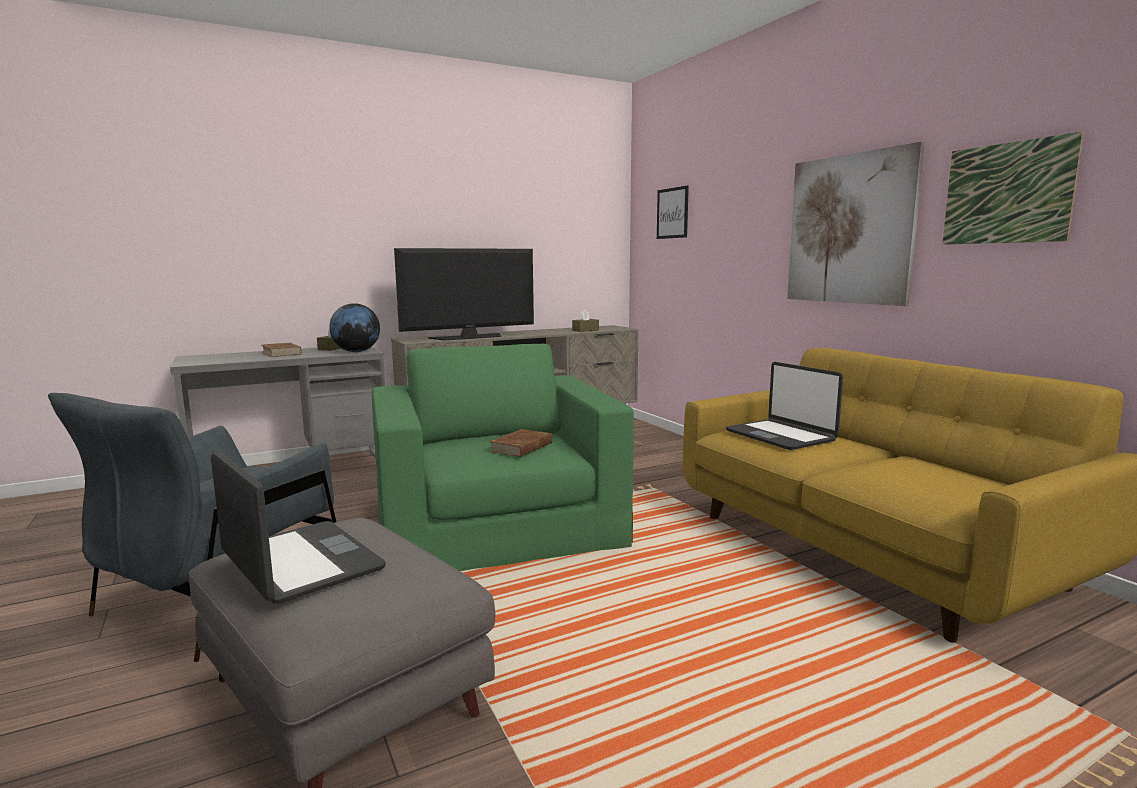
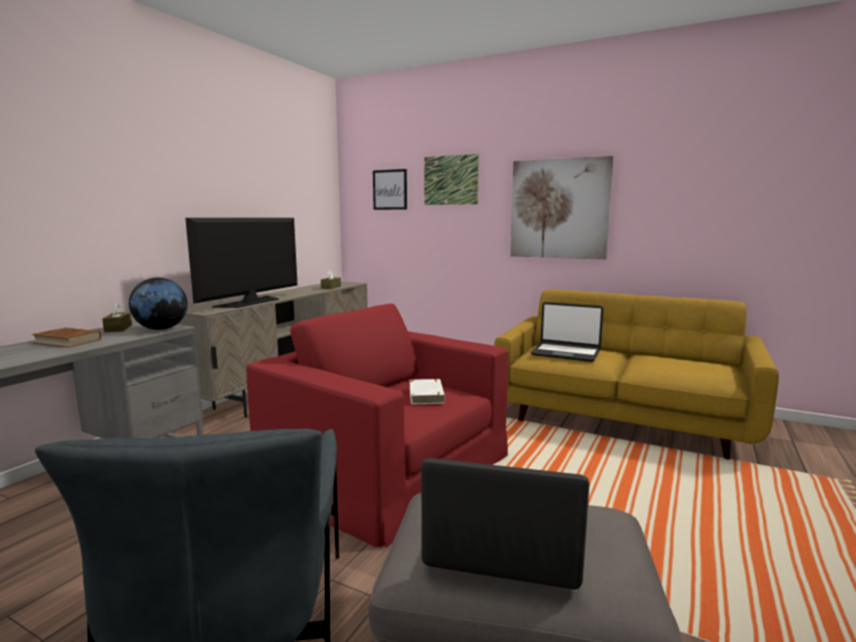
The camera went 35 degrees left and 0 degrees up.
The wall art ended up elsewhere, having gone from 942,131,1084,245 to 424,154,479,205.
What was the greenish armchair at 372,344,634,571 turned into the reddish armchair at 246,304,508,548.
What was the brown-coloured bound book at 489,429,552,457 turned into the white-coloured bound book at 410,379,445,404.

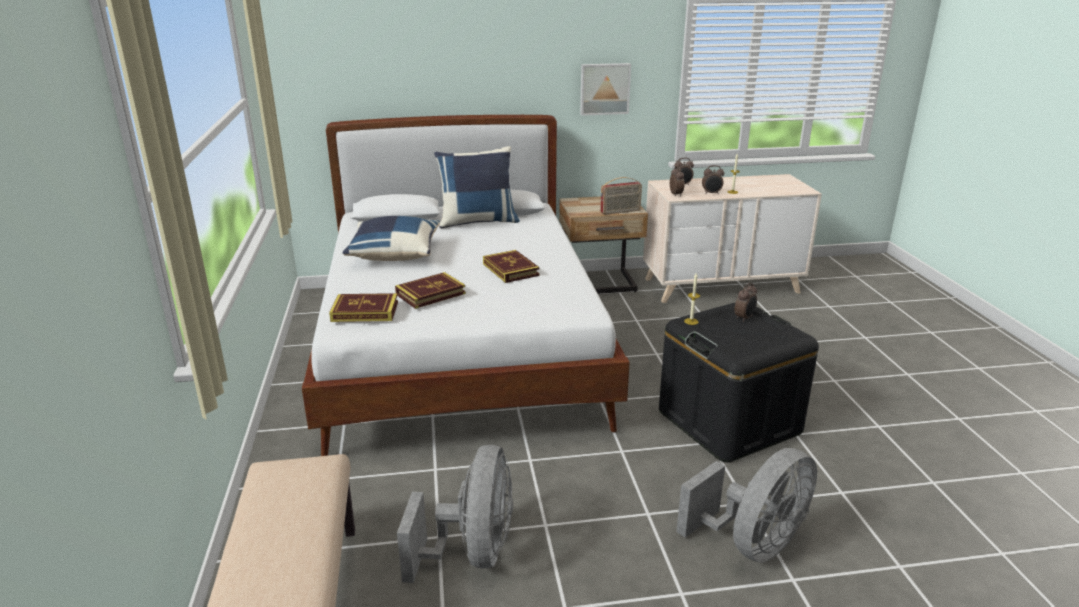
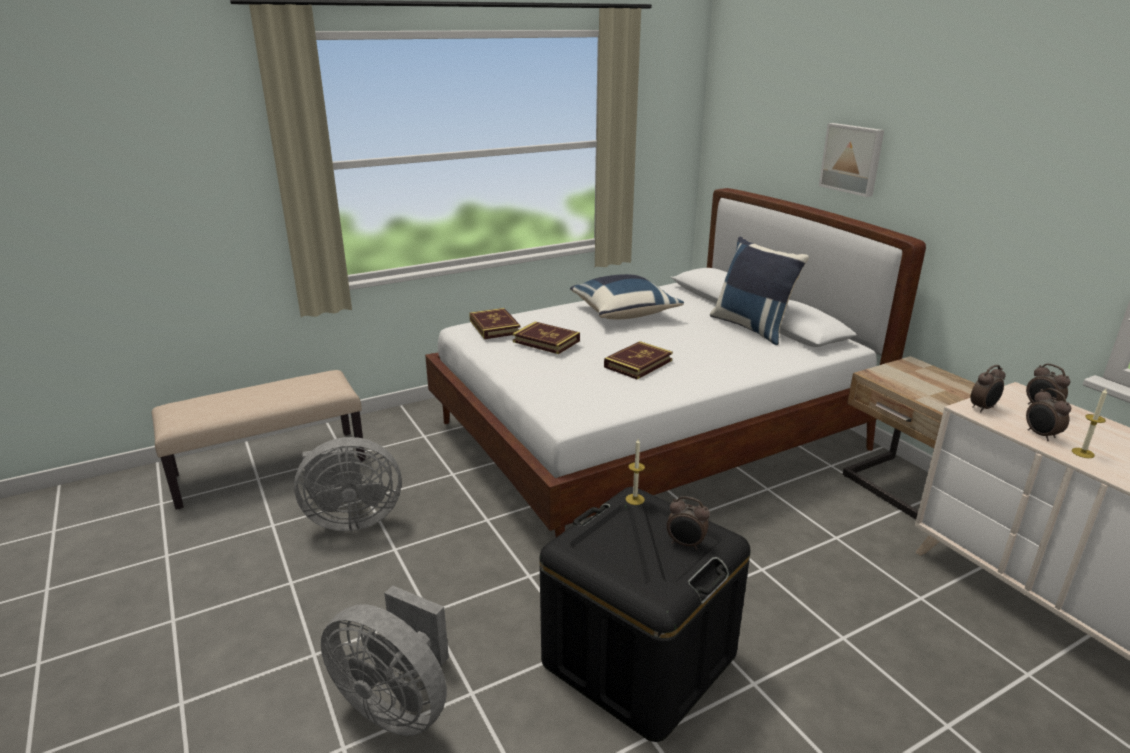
The camera went 70 degrees right and 0 degrees up.
The wall art ended up elsewhere, having gone from 580,63,631,116 to 819,123,884,197.
The second view lost the radio set at 600,177,642,215.

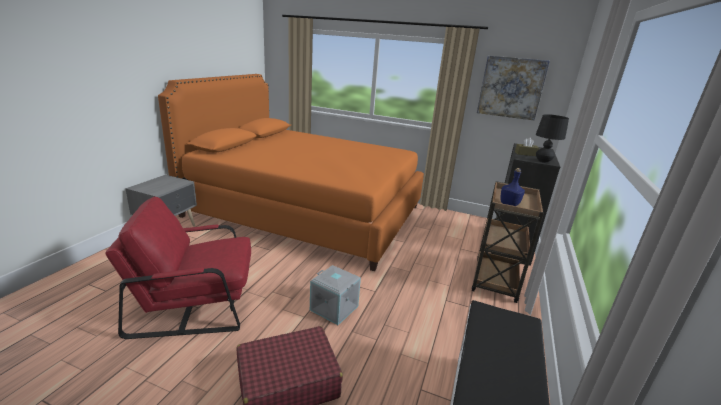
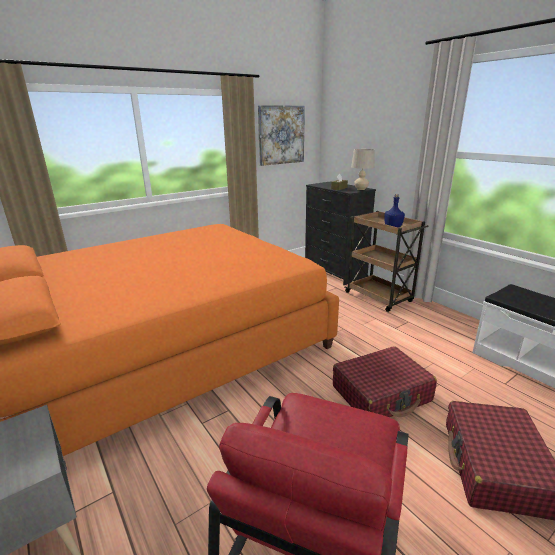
The camera went 55 degrees left and 0 degrees up.
What was the blackish table lamp at 536,114,569,163 turned into the beige-coloured table lamp at 351,149,375,190.
Where the greyish storage box stood at 310,265,361,325, the reddish piece of luggage came to stand at 333,346,437,417.

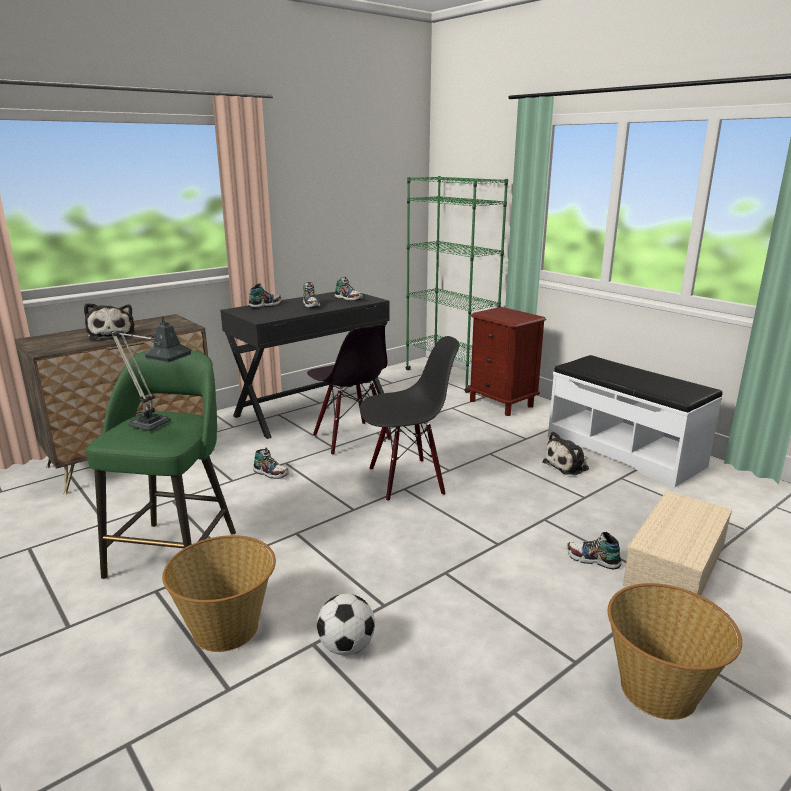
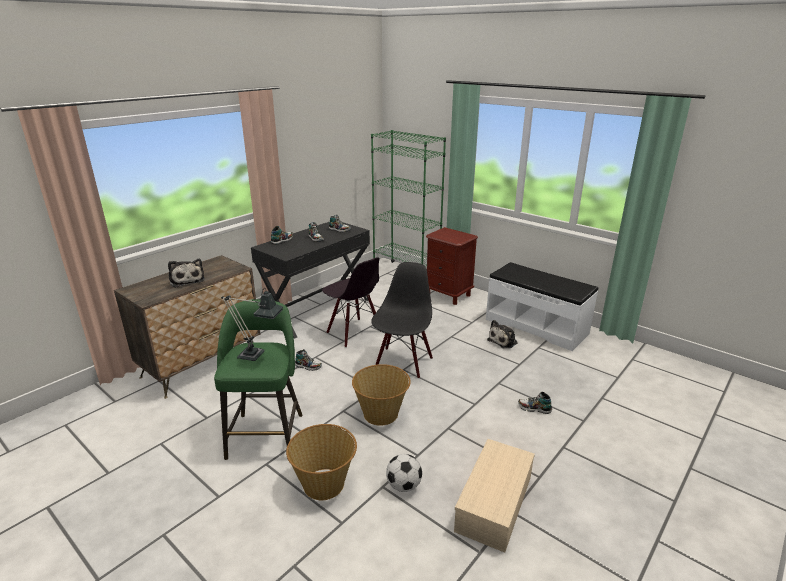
The camera went 10 degrees left and 5 degrees up.
The blackish plain chair at 360,336,459,502 ended up facing another way, 45 degrees counterclockwise from before.
The beige-coloured storage box ended up elsewhere, having gone from 623,491,732,595 to 454,439,535,553.
The basket ended up elsewhere, having gone from 608,583,742,720 to 352,364,411,426.

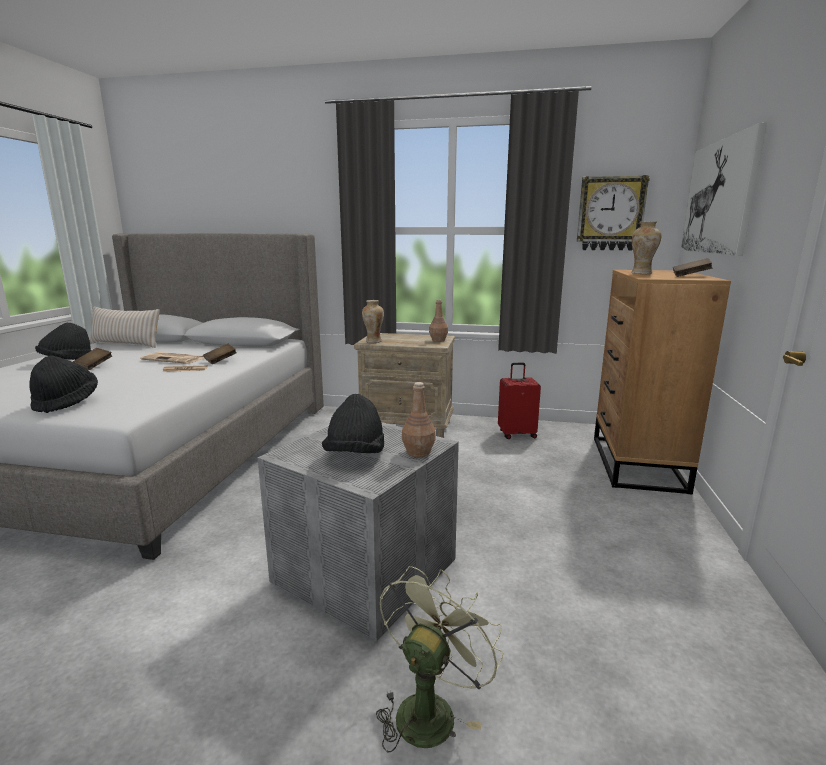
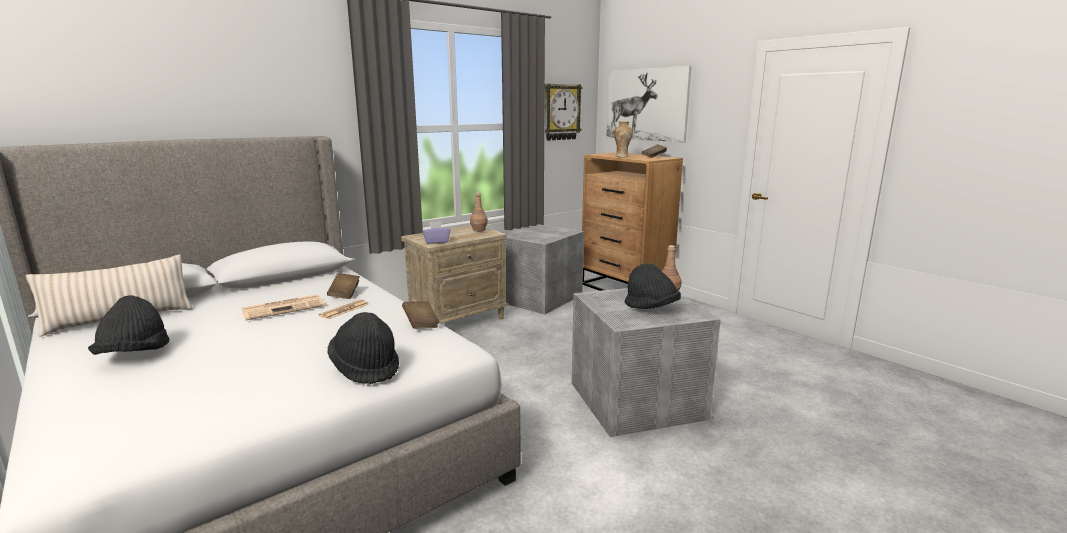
The camera went 50 degrees left and 0 degrees up.
Where the vase stood at 362,300,384,343, the purple-coloured box of tissues came to stand at 423,221,450,244.
The brown-coloured bound book ended up elsewhere, having gone from 73,348,112,370 to 402,301,439,329.
Where the reddish piece of luggage stood at 498,363,541,439, the greyish storage box came to stand at 500,224,584,314.
The second view lost the greenish fan at 376,566,503,753.

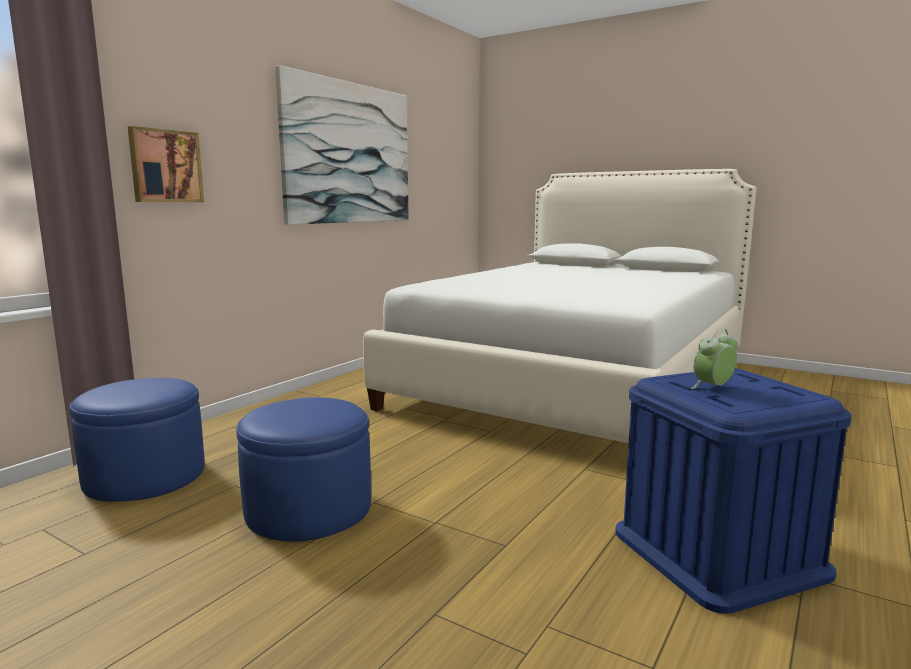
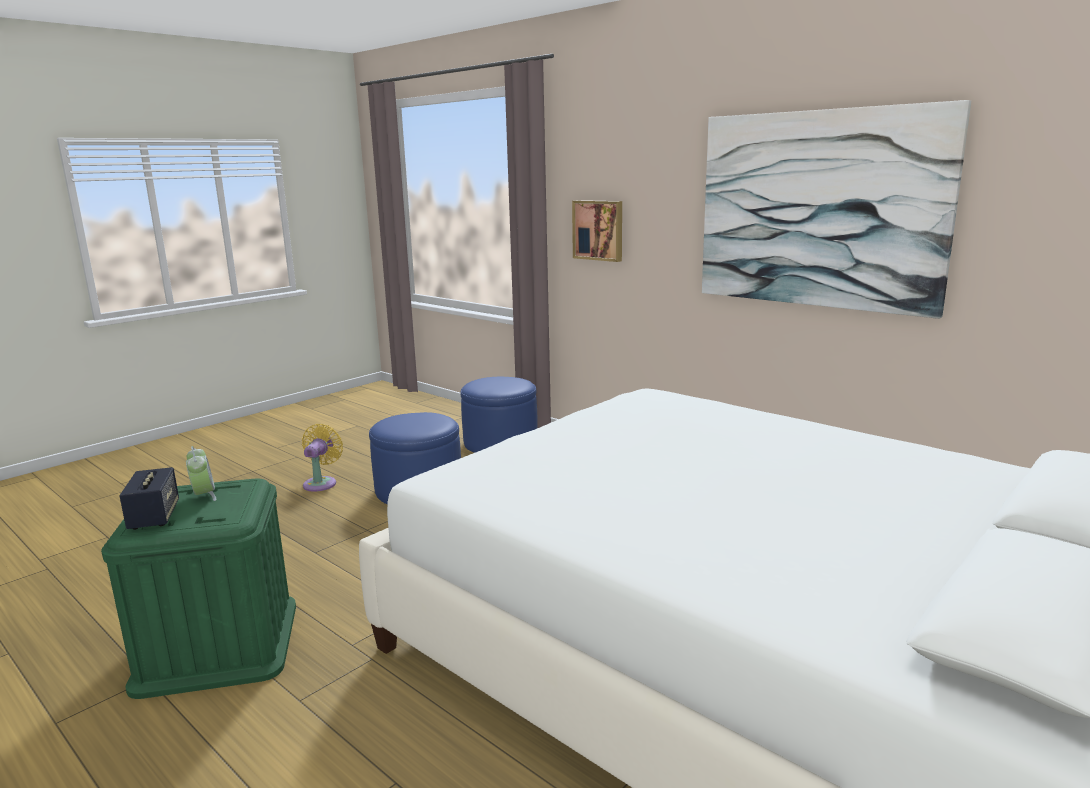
The camera went 100 degrees right and 5 degrees up.
What was the blue-coloured storage box at 615,368,852,614 turned into the greenish storage box at 101,478,296,699.
The second view gained the yellow-coloured fan at 302,424,343,492.
The second view gained the audio speaker at 119,467,179,530.

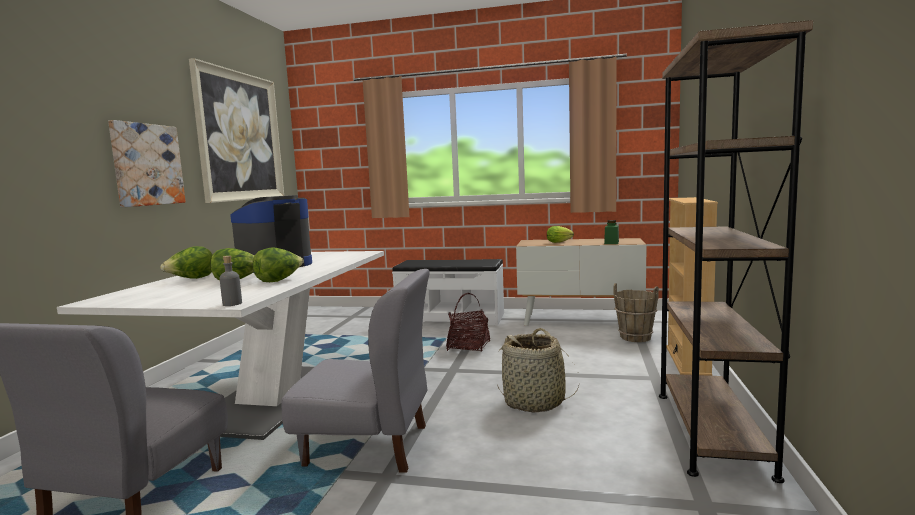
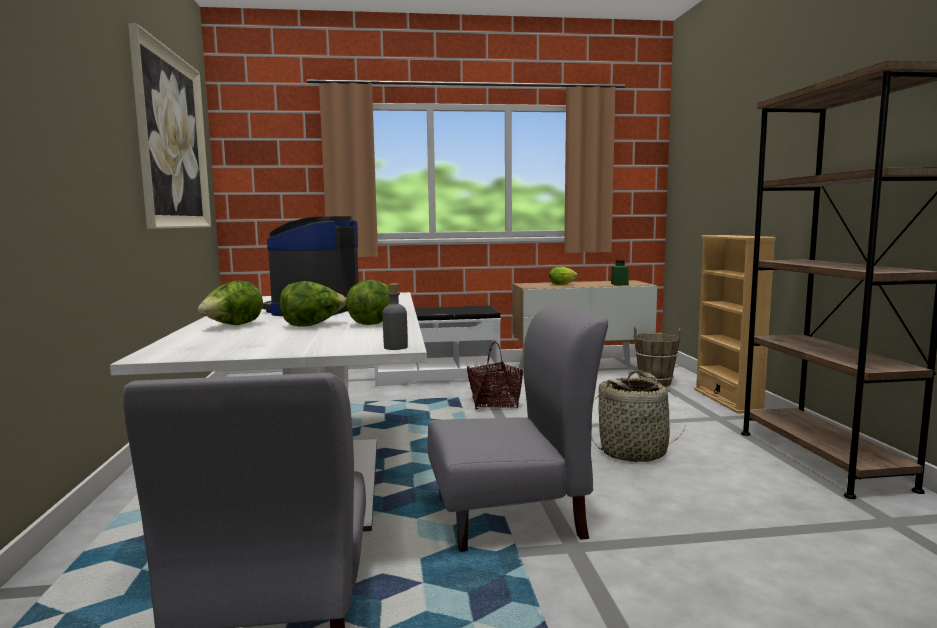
The camera went 20 degrees left and 0 degrees up.
The second view lost the wall art at 108,120,186,207.

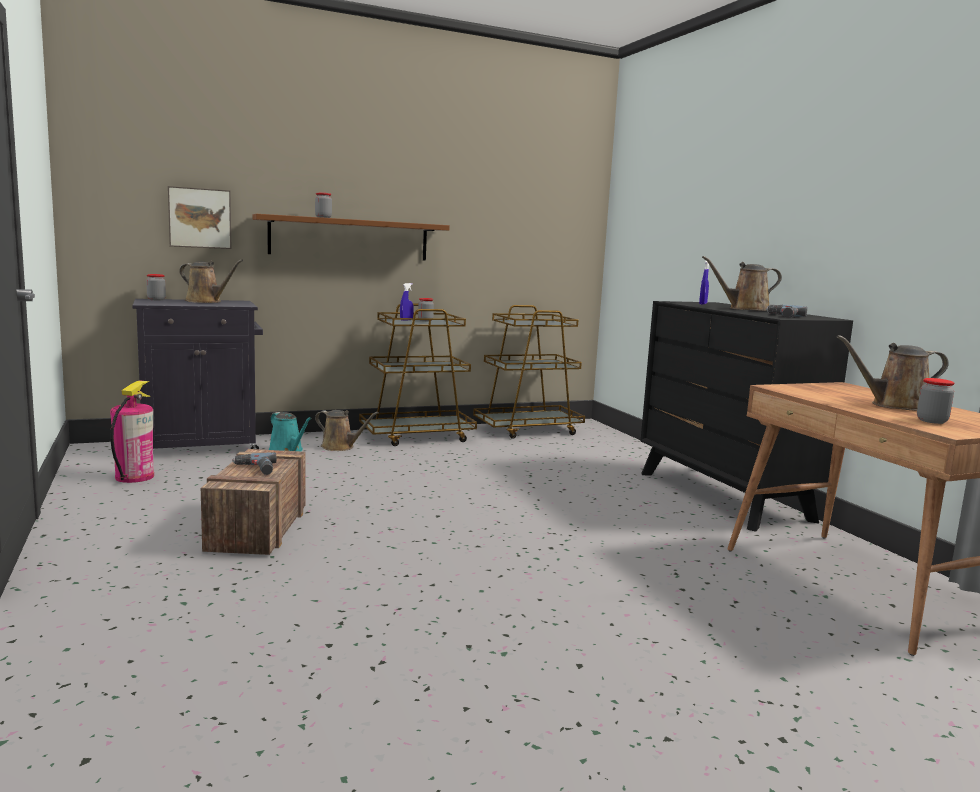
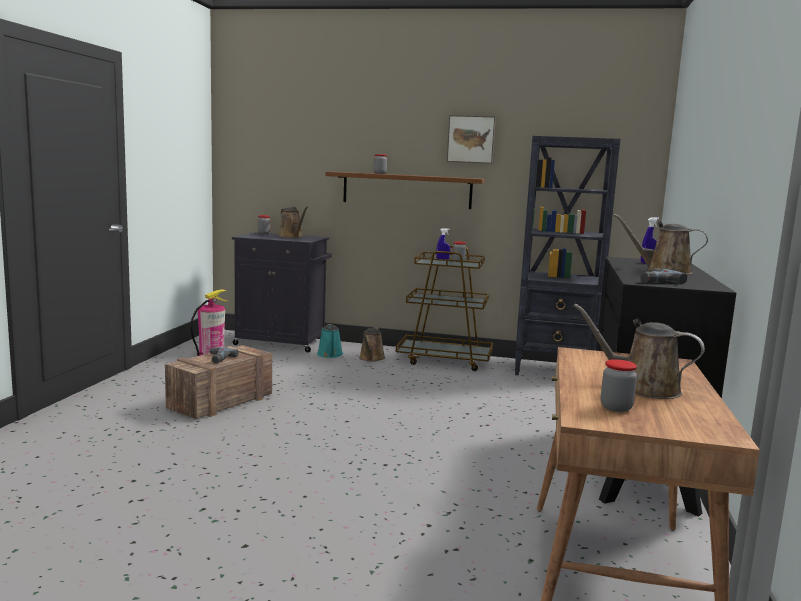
The camera went 35 degrees right and 0 degrees up.
The wall art ended up elsewhere, having gone from 168,186,231,249 to 447,115,496,164.
Where the brown-coloured cart stood at 473,305,585,439, the blackish bookshelf came to stand at 515,136,620,376.
The brown-coloured sprinkling can at 315,410,379,451 ended up facing another way, 45 degrees clockwise from before.

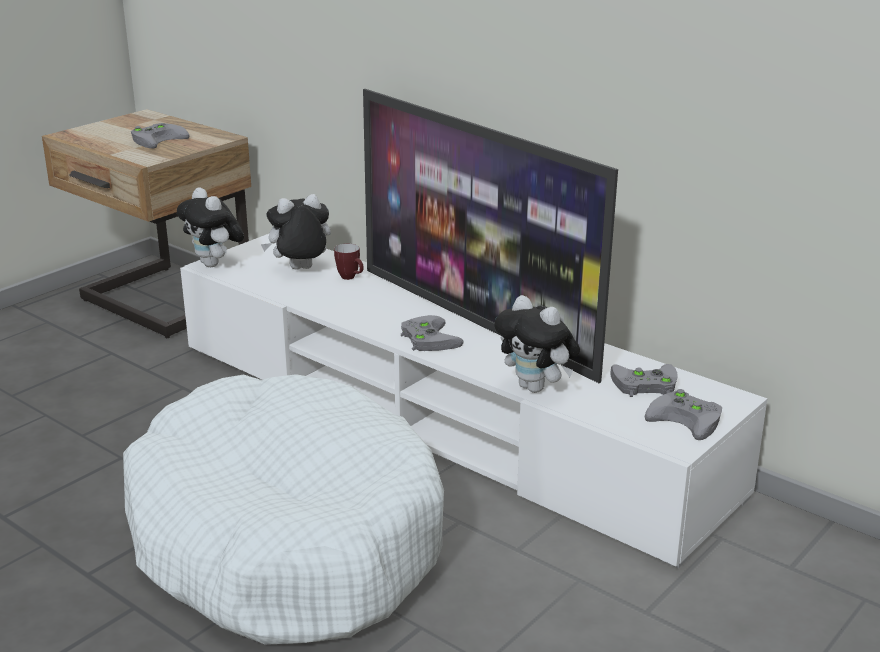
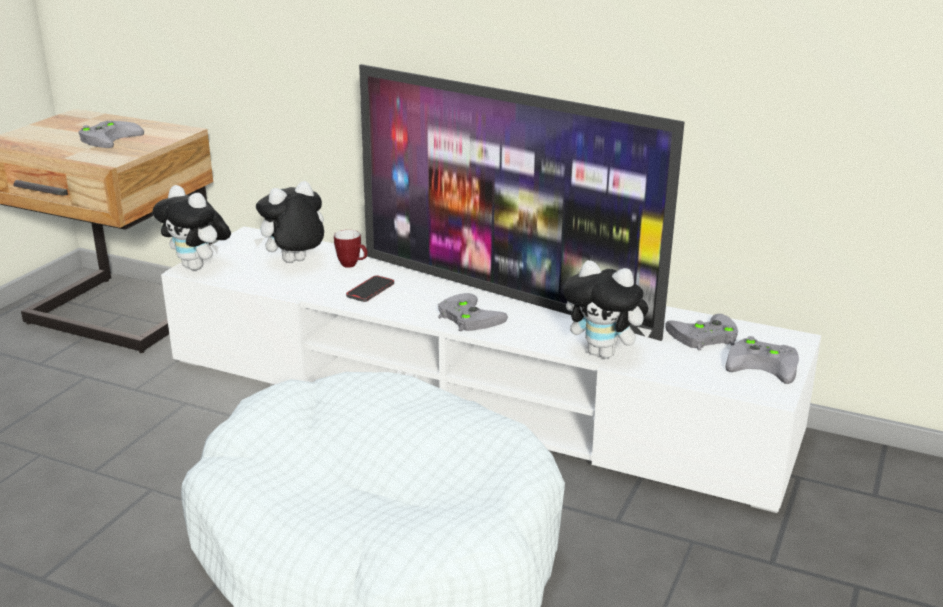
The camera went 15 degrees left and 0 degrees up.
The second view gained the handset at 346,275,394,302.

